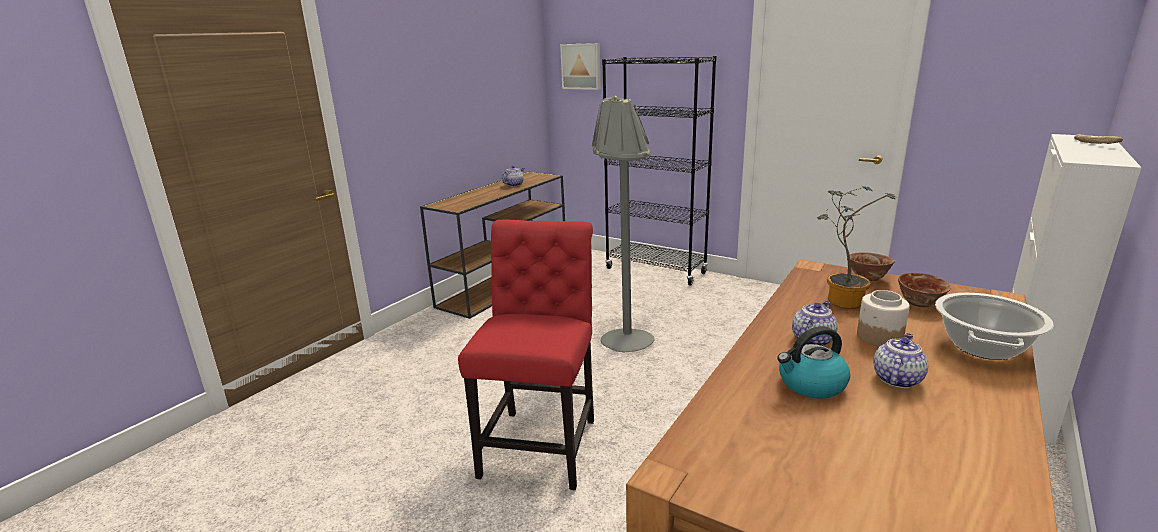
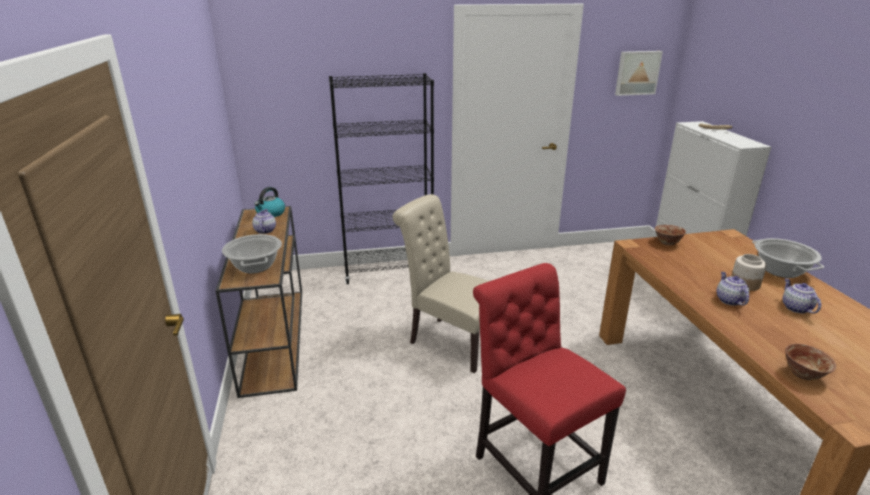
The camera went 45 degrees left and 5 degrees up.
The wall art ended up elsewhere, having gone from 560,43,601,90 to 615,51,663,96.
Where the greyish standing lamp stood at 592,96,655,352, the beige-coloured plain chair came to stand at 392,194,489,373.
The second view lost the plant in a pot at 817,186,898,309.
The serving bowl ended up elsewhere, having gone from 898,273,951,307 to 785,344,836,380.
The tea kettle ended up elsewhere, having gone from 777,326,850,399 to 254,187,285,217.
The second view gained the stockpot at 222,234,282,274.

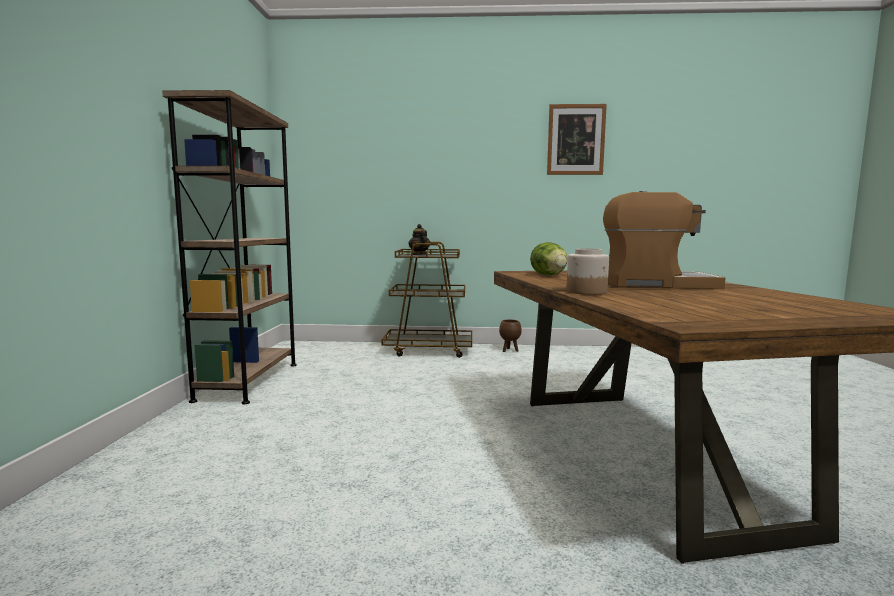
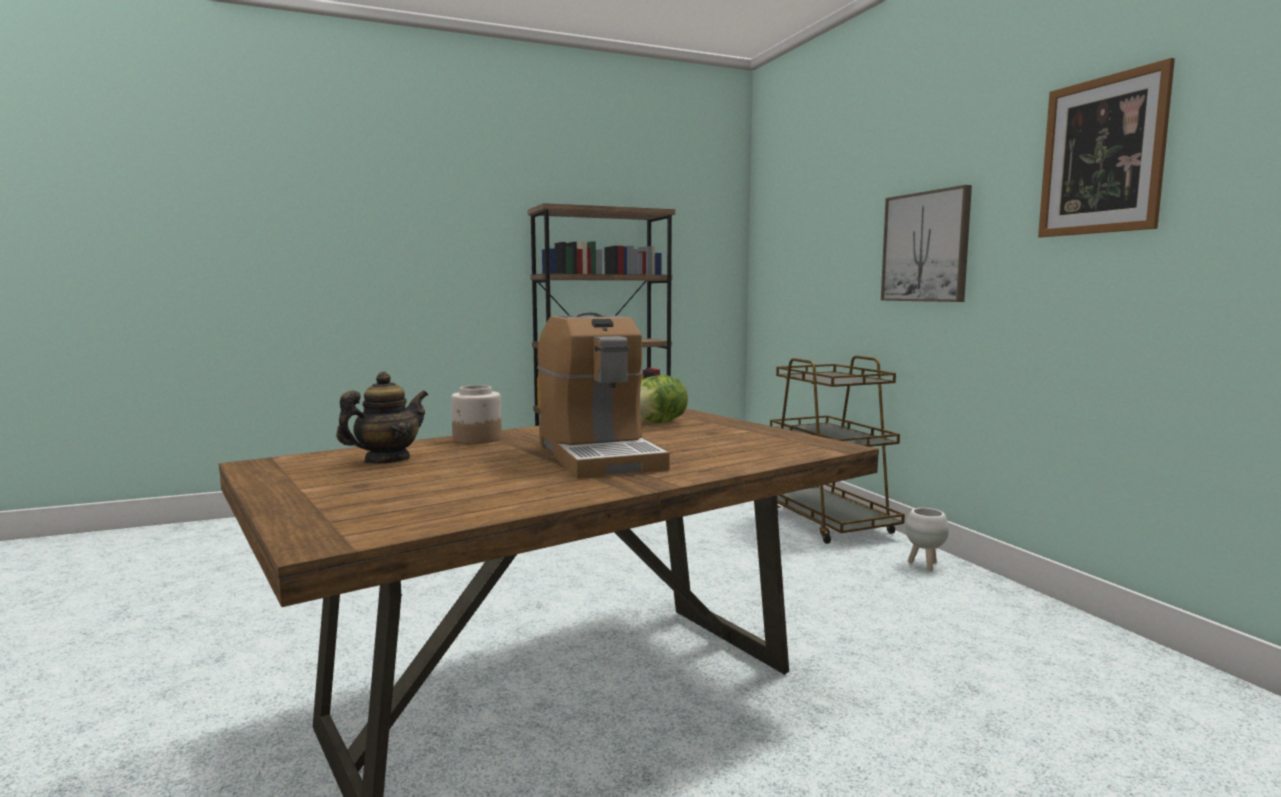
The camera went 65 degrees right and 0 degrees up.
The pot for tea ended up elsewhere, having gone from 408,224,431,255 to 336,371,428,464.
What was the brown-coloured planter at 499,320,522,352 turned into the white-coloured planter at 905,508,949,571.
The second view gained the wall art at 881,185,972,302.

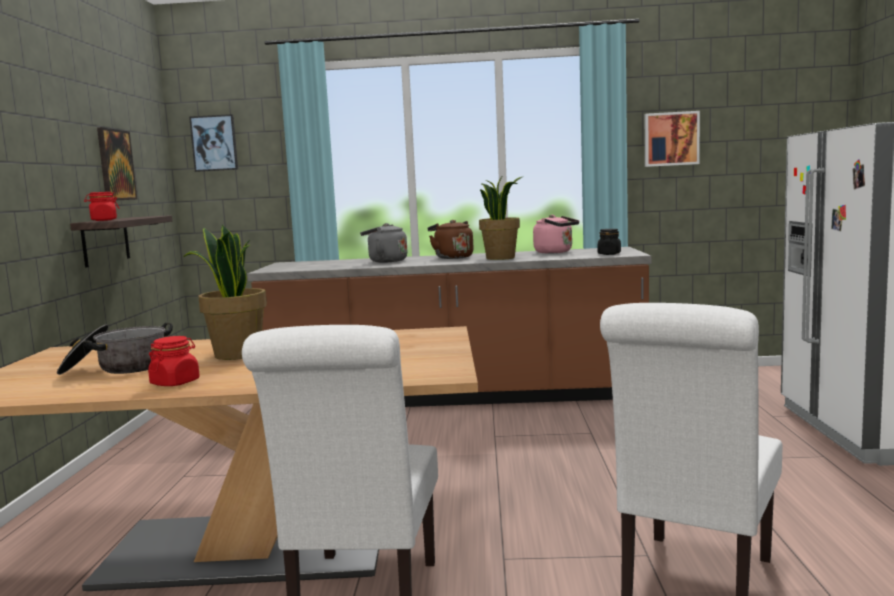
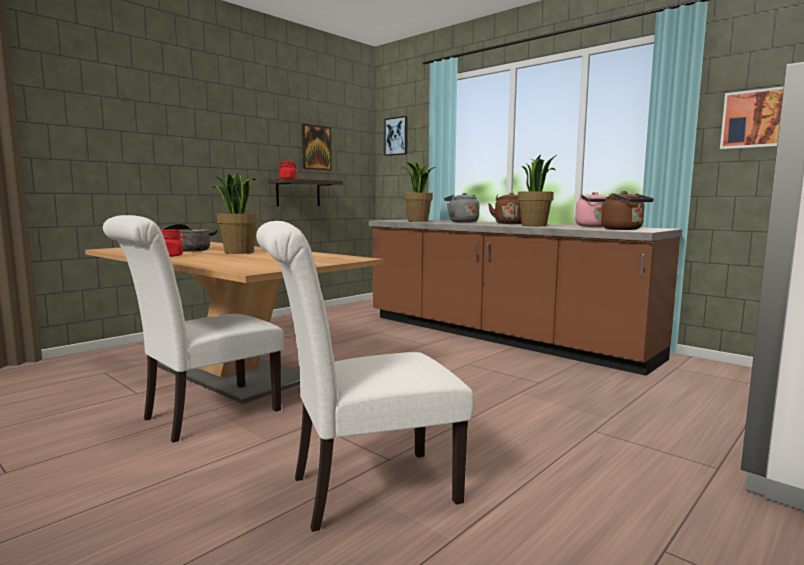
The camera went 40 degrees right and 0 degrees up.
Where the blackish storage jar stood at 598,229,621,255, the brown-coloured tea kettle came to stand at 601,191,654,230.
The second view gained the plant in a pot at 401,162,436,222.

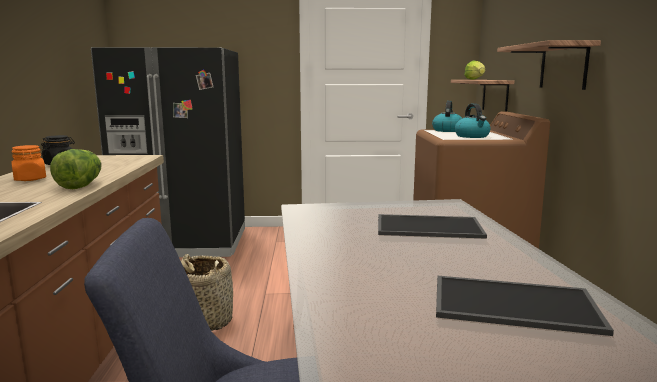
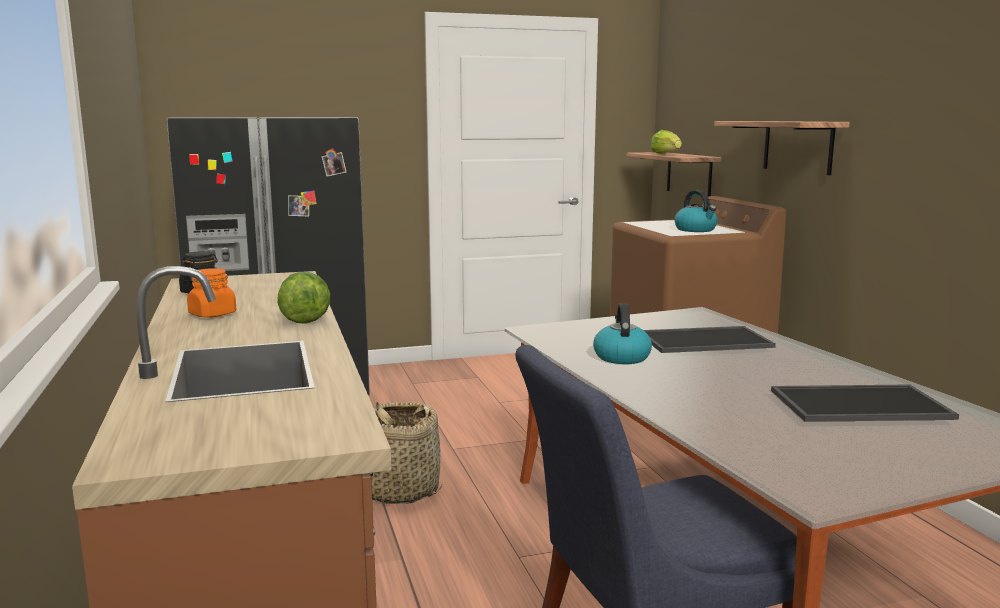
The camera went 15 degrees left and 0 degrees up.
The tea kettle ended up elsewhere, having gone from 432,101,462,132 to 593,303,652,364.

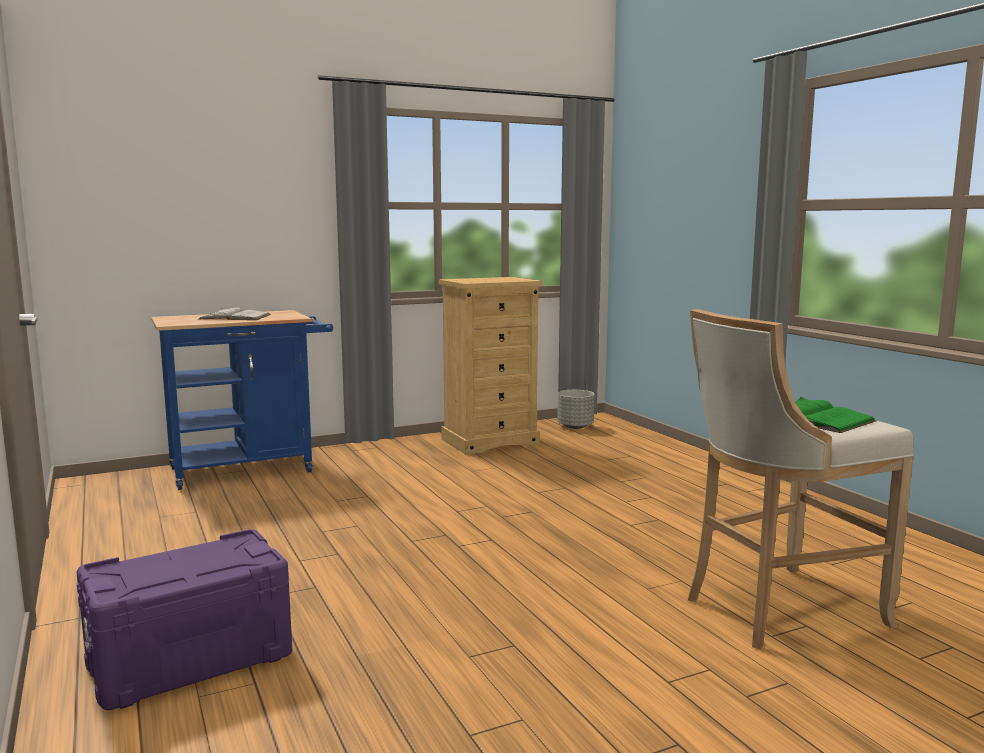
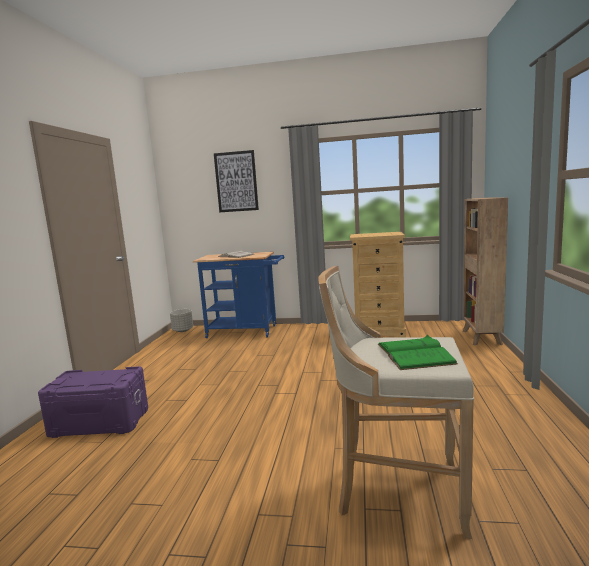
The camera went 35 degrees right and 0 degrees up.
The greyish planter ended up elsewhere, having gone from 557,390,594,429 to 170,309,193,332.
The second view gained the wall art at 214,150,259,212.
The second view gained the brown-coloured bookshelf at 463,197,508,345.

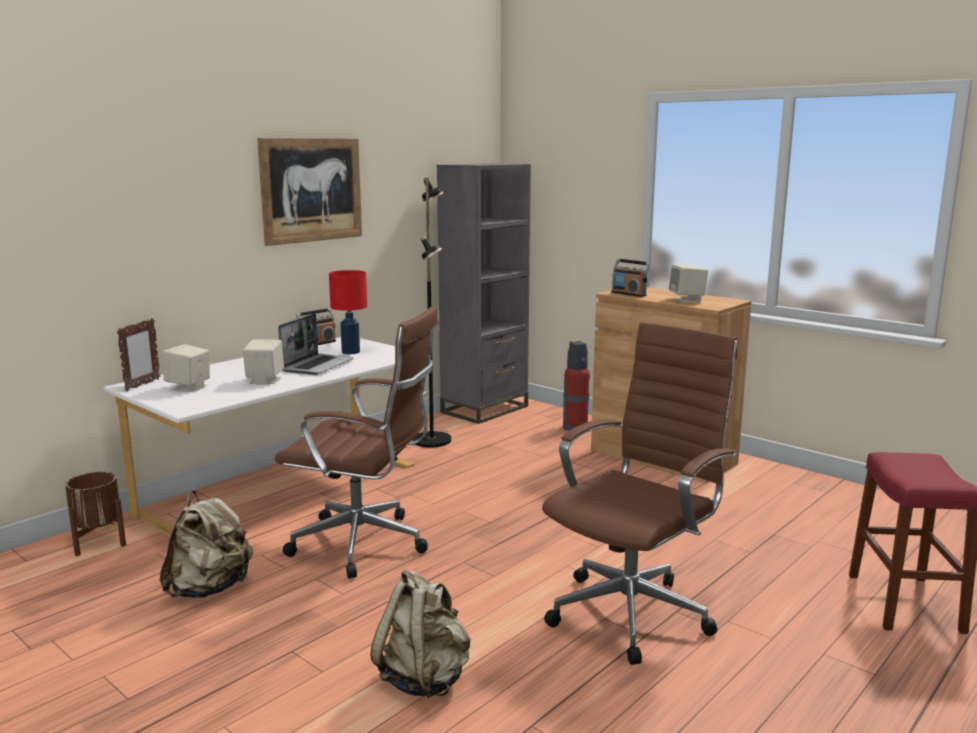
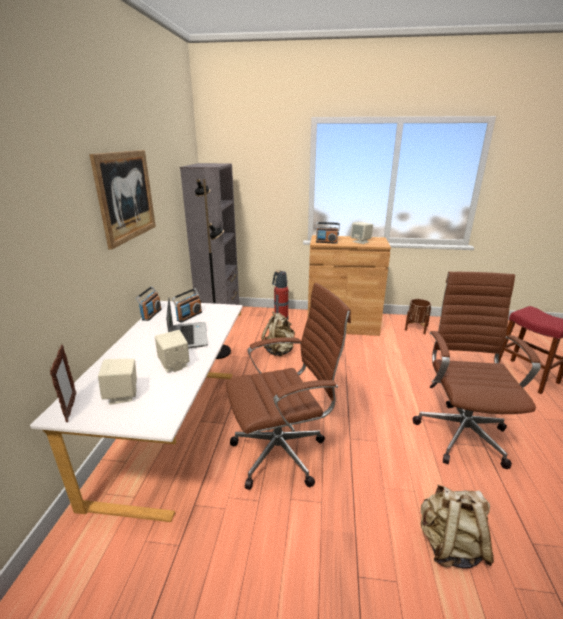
The camera went 35 degrees left and 10 degrees up.
Where the reddish table lamp stood at 329,270,367,354, the radio set came to stand at 172,288,202,323.
The brown-coloured planter ended up elsewhere, having gone from 65,472,126,556 to 405,299,431,334.
The beige-coloured rucksack ended up elsewhere, having gone from 160,490,253,598 to 262,311,295,356.

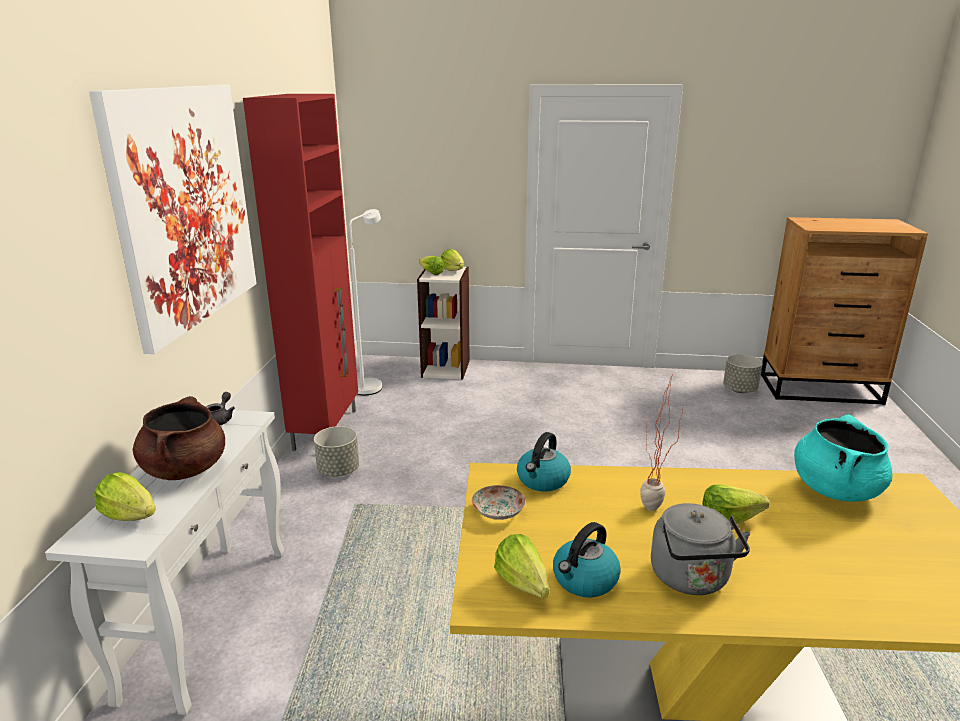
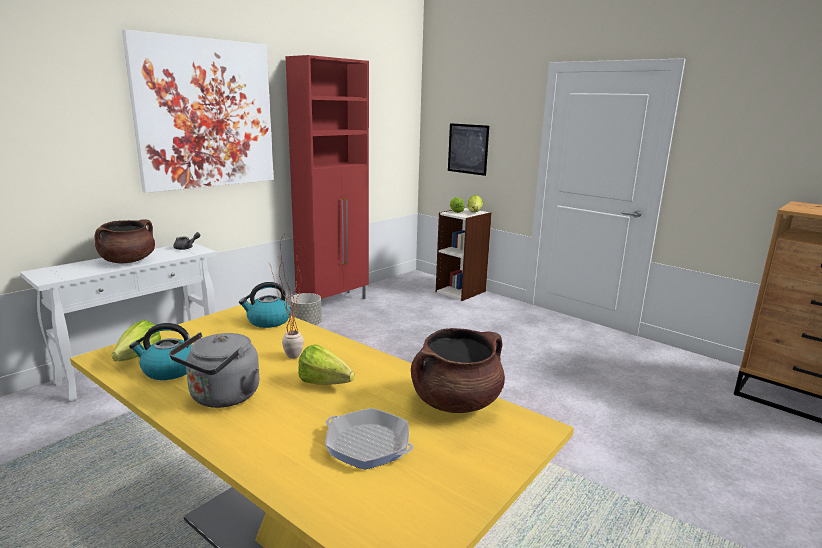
The camera went 35 degrees right and 5 degrees down.
The second view lost the white-coloured standing lamp at 350,209,382,395.
The second view lost the greyish planter at 723,354,763,393.
What was the turquoise stockpot at 794,415,892,501 turned into the brown-coloured stockpot at 411,328,505,413.
The second view lost the head of lettuce at 94,472,156,521.
The second view lost the plate at 472,485,526,520.
The second view gained the wall art at 448,123,489,176.
The second view gained the frying pan at 325,408,413,470.

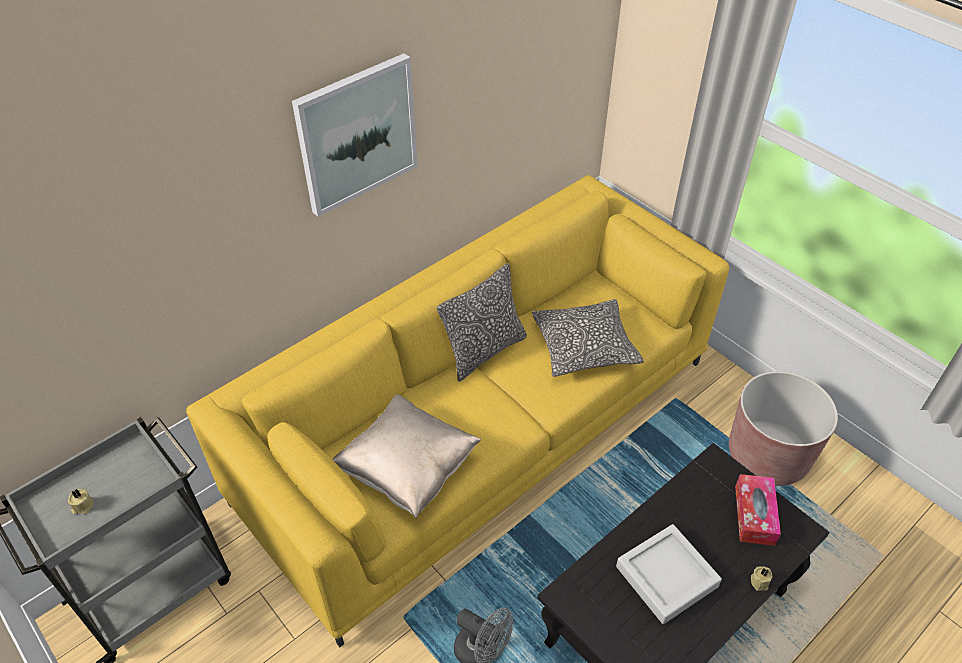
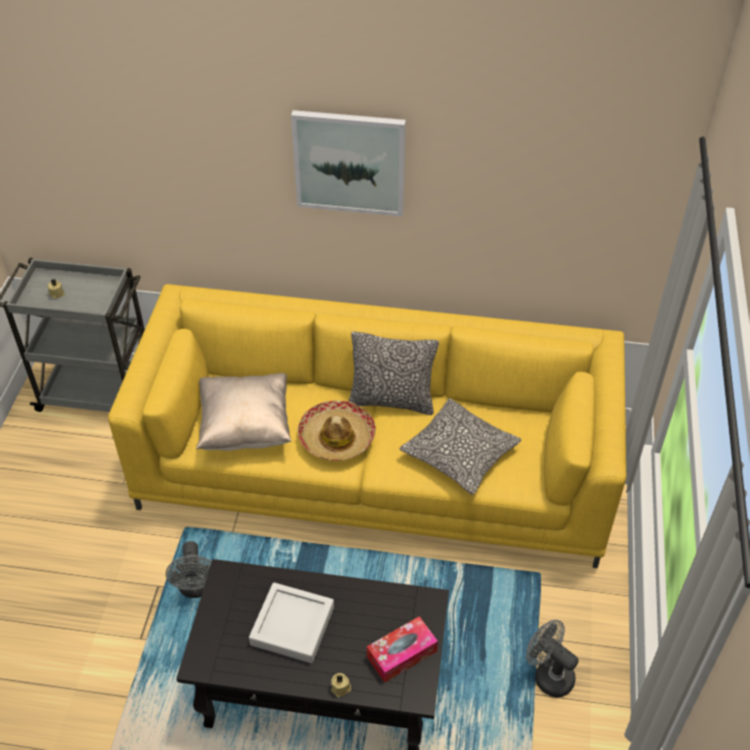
The camera went 50 degrees right and 0 degrees up.
Where the brown-coloured planter stood at 729,371,838,486, the greyish fan came to stand at 526,620,578,698.
The second view gained the hat at 297,401,376,461.

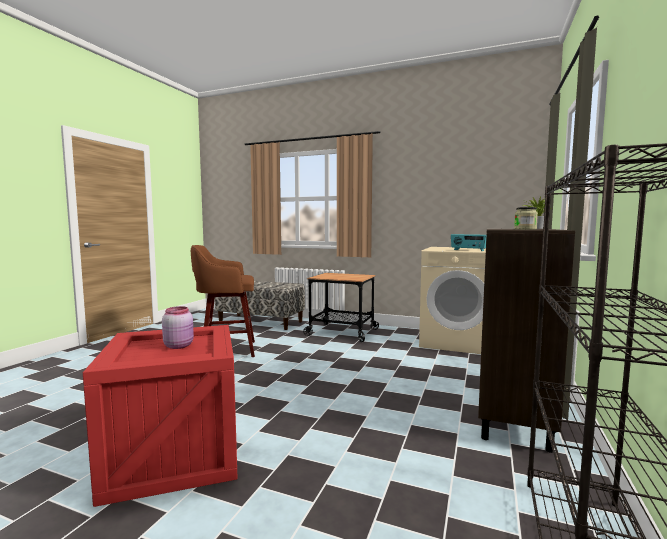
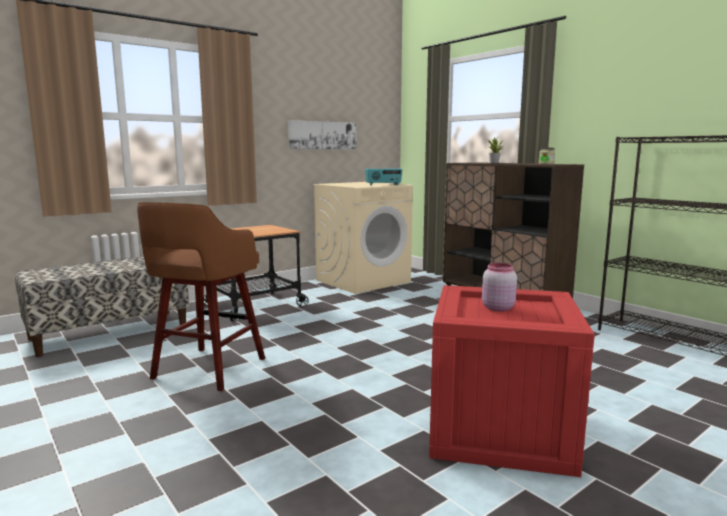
The camera went 60 degrees left and 5 degrees up.
The second view gained the wall art at 288,120,356,149.

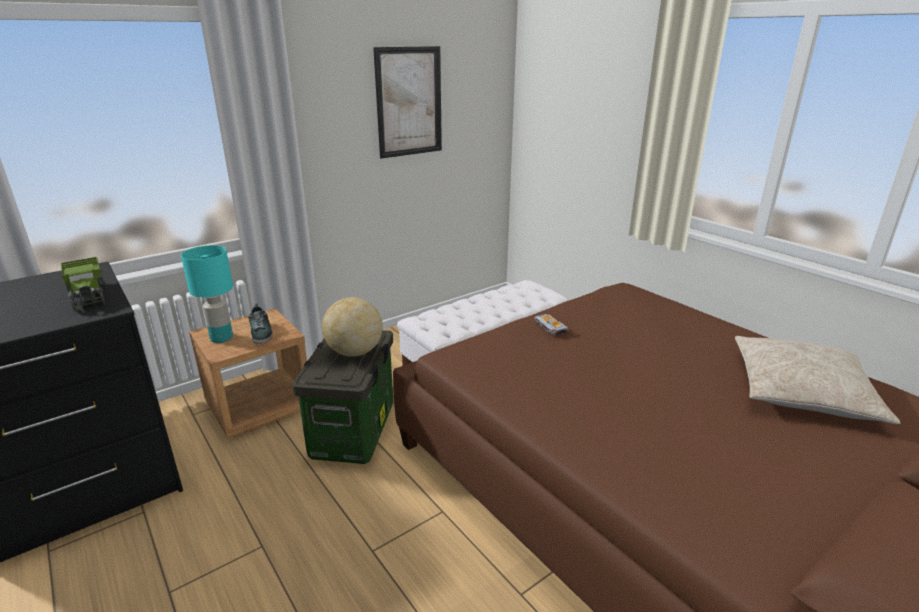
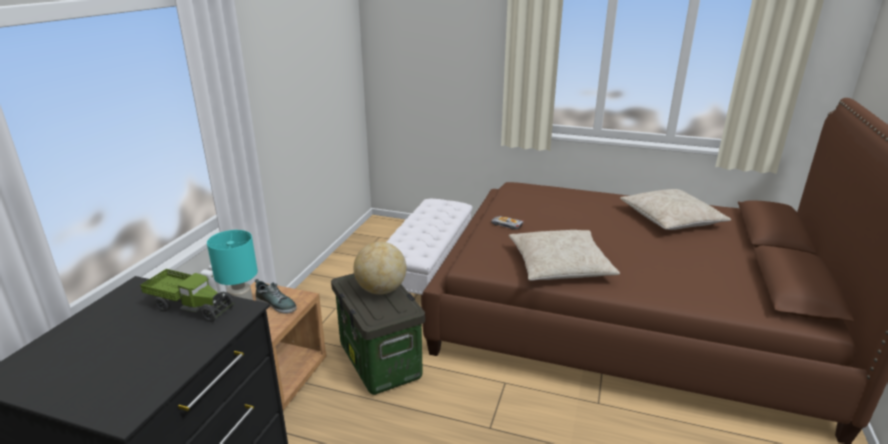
The camera went 35 degrees left and 0 degrees up.
The second view lost the wall art at 373,46,442,158.
The second view gained the beige-coloured pillow at 509,230,620,281.

